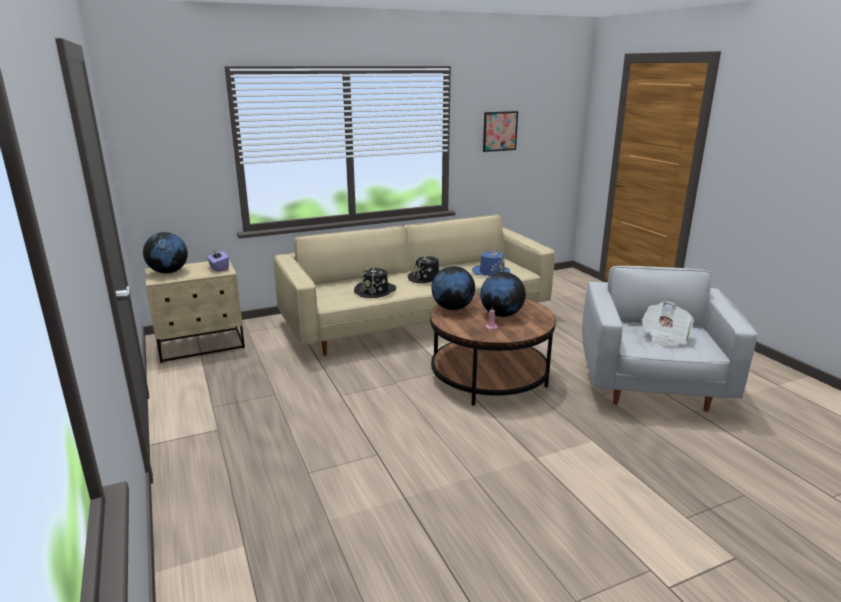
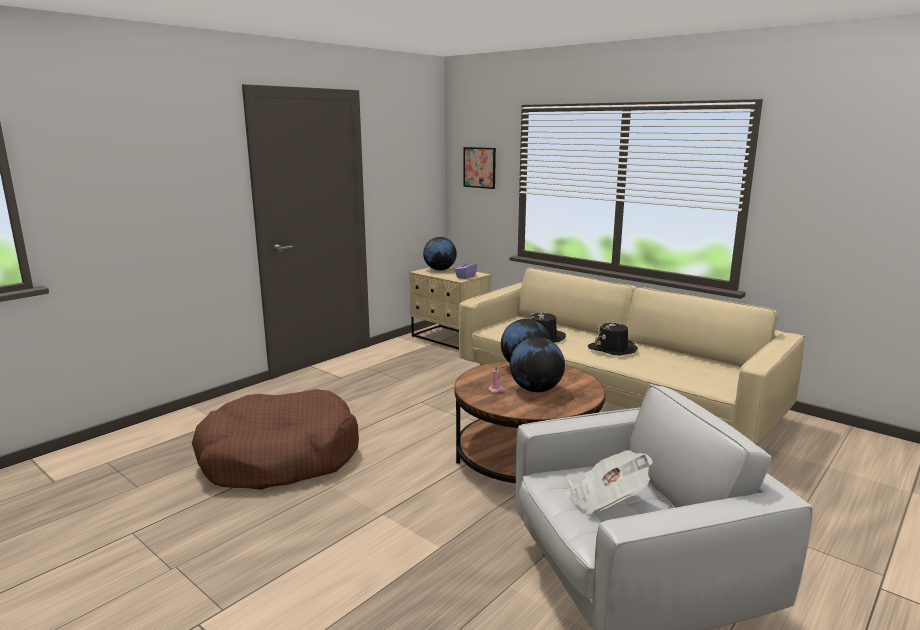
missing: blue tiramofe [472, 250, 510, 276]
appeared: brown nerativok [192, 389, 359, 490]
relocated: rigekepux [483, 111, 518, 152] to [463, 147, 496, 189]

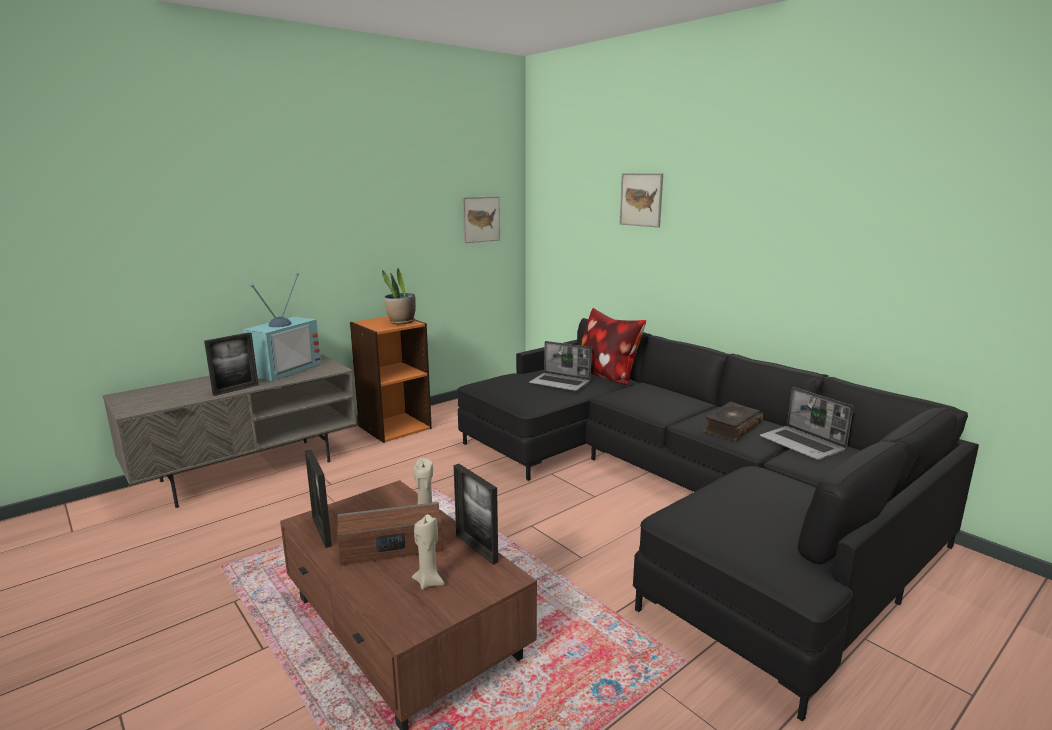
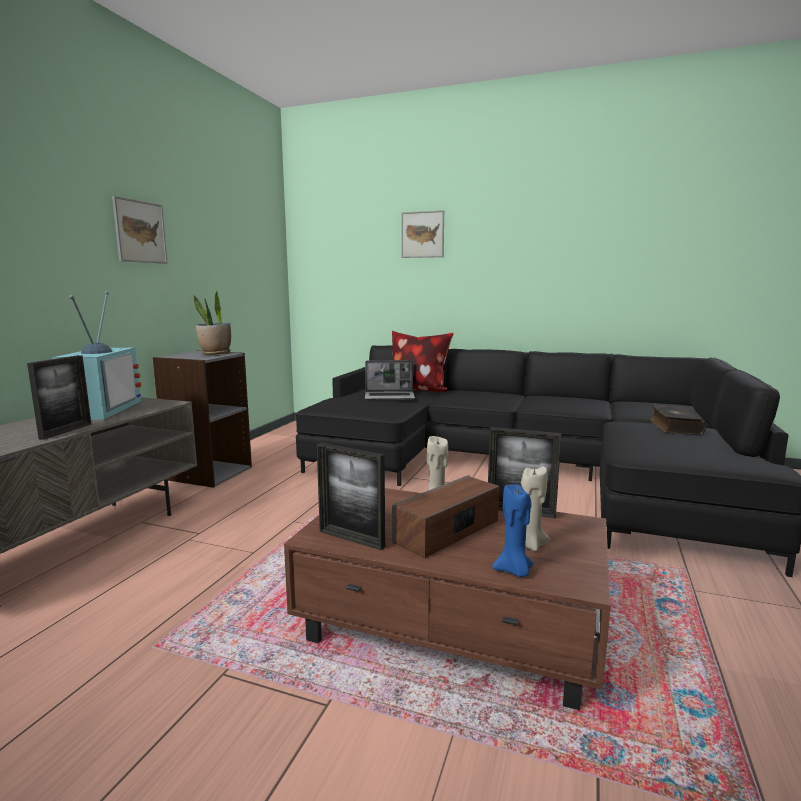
missing: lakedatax [760, 387, 854, 460]
appeared: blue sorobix [492, 485, 534, 577]
relocated: rigekepux [462, 196, 500, 243] to [112, 196, 168, 264]; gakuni [703, 402, 763, 441] to [649, 404, 706, 435]
colour: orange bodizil [350, 316, 432, 443] to grey bodizil [152, 350, 252, 488]

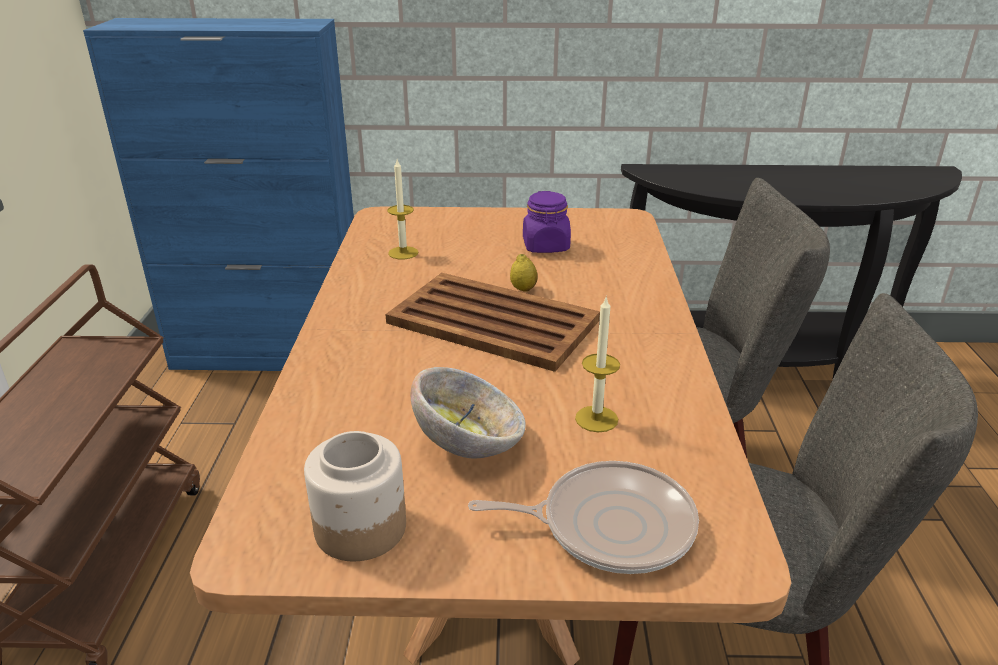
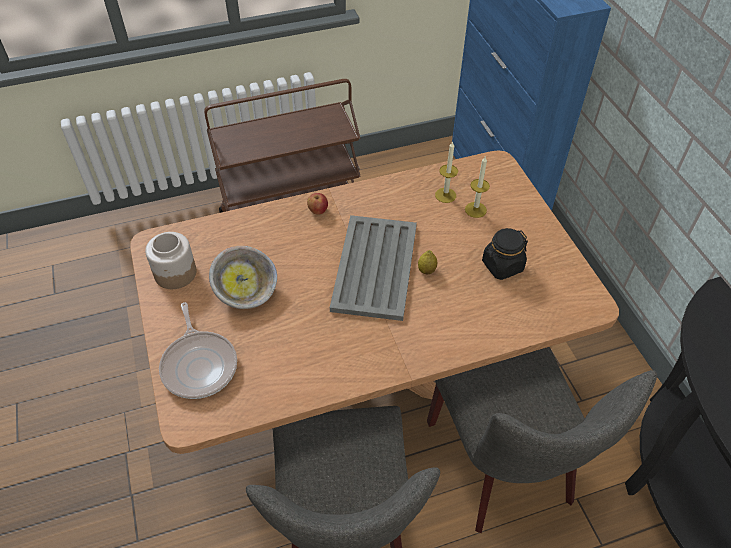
appeared: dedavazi [307, 193, 328, 215]
relocated: sorobix [575, 295, 620, 432] to [465, 157, 490, 218]
colour: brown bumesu [385, 273, 600, 372] to grey bumesu [330, 215, 417, 321]; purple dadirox [523, 191, 571, 253] to black dadirox [482, 228, 528, 280]

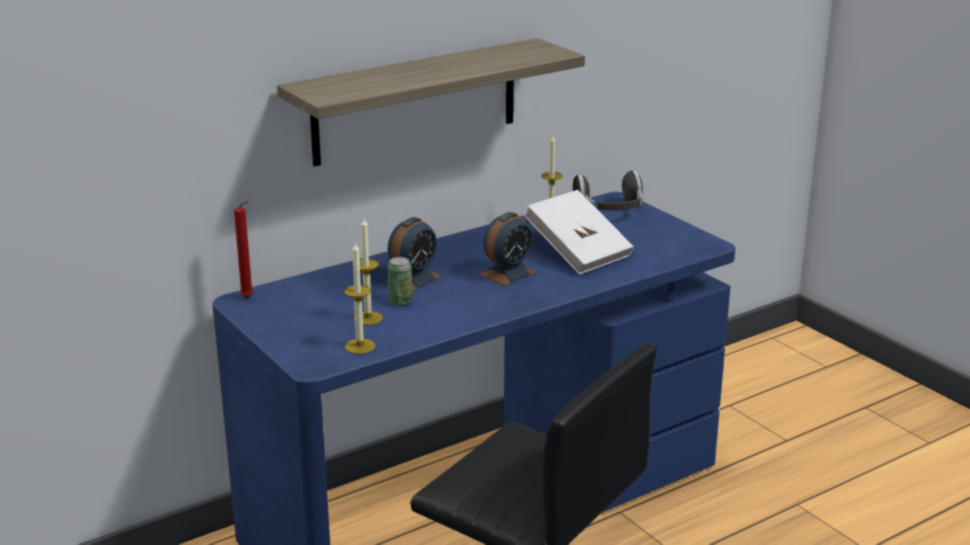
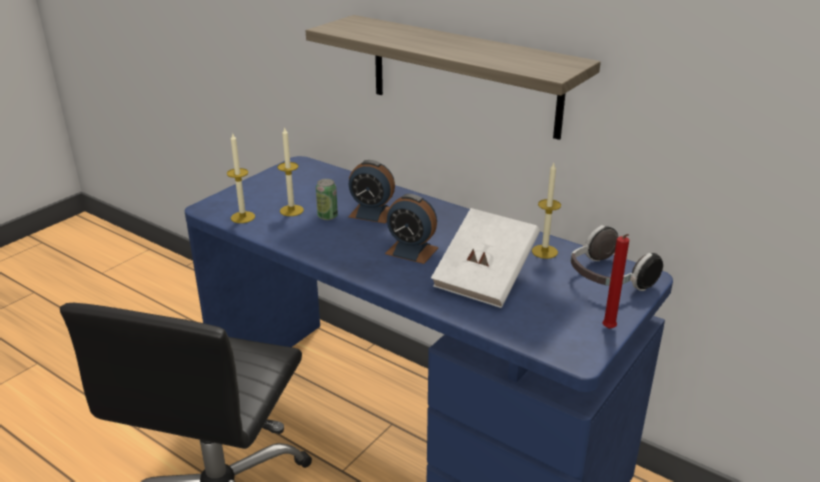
relocated: red sorobix [234, 200, 254, 298] to [603, 234, 629, 329]

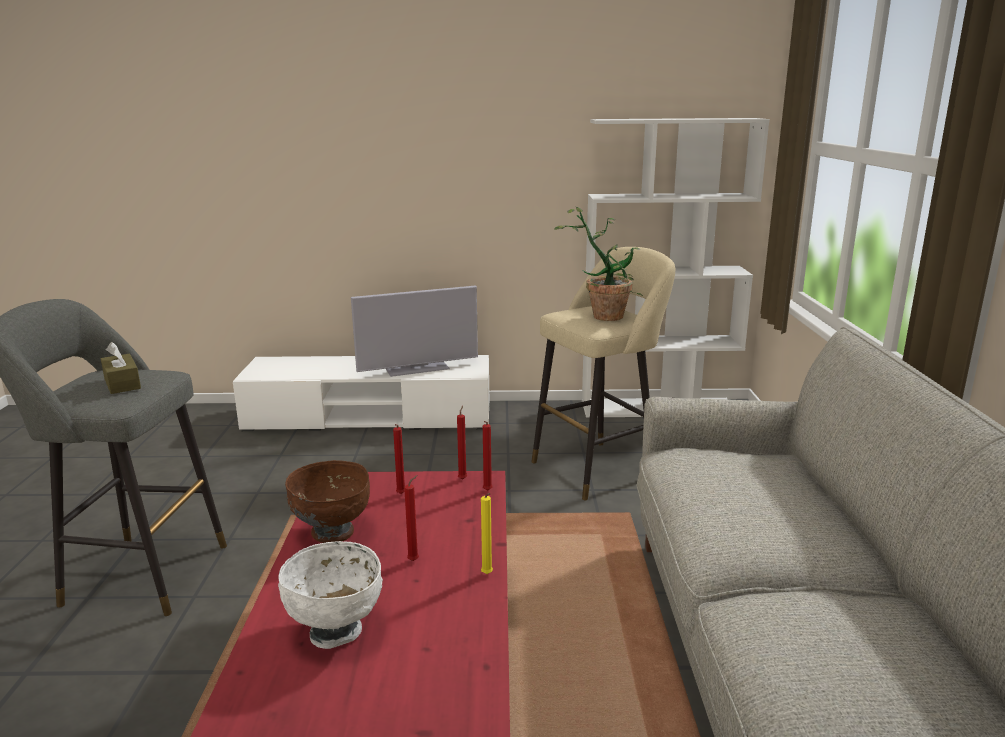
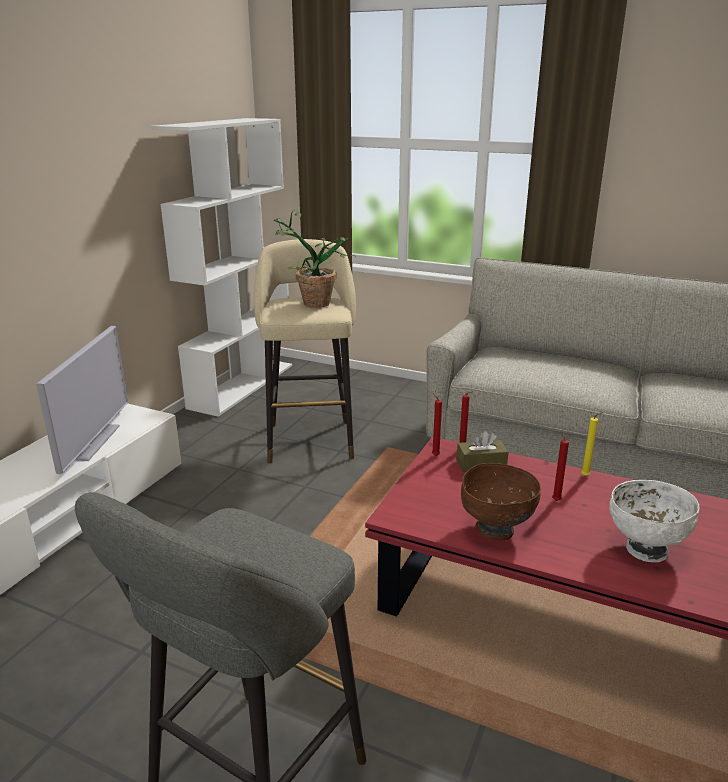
missing: red sorobix [393, 424, 405, 494]
relocated: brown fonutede [101, 342, 141, 394] to [456, 431, 508, 472]

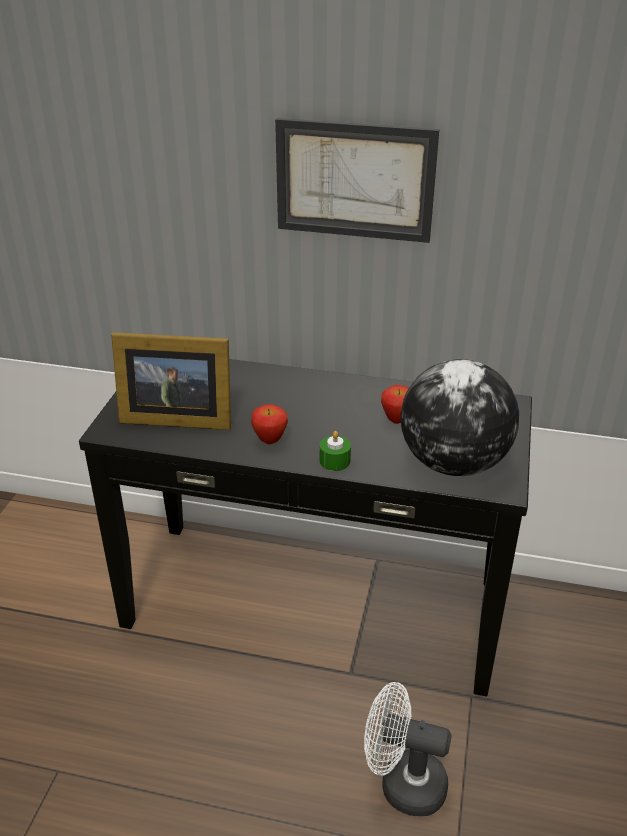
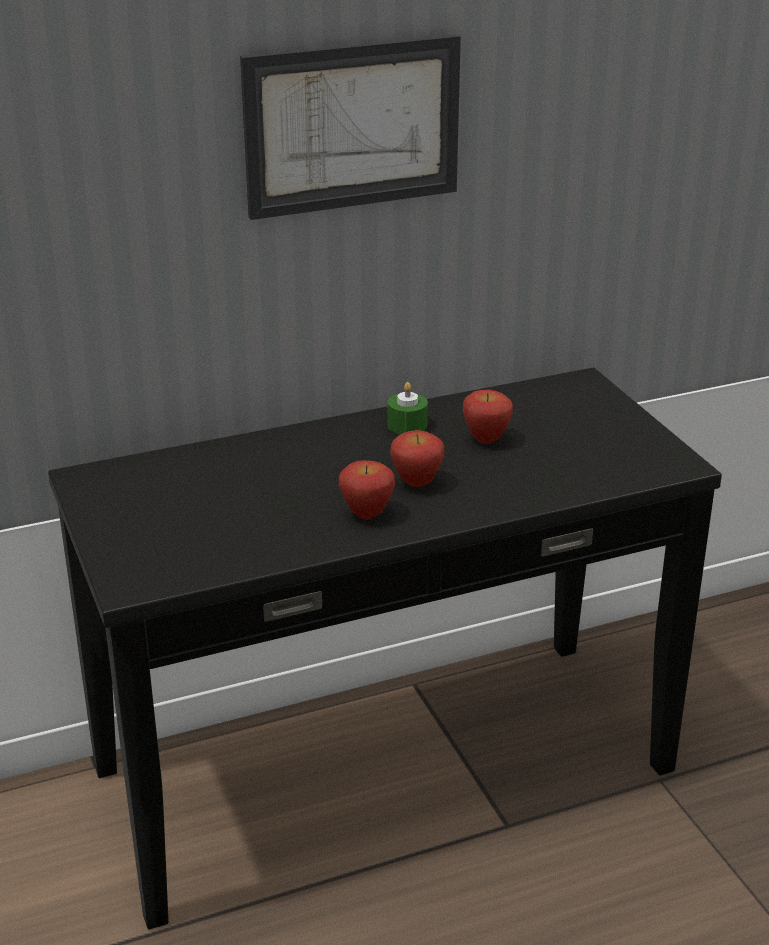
missing: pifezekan [111, 332, 231, 430]; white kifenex [364, 682, 452, 816]; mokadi [401, 359, 519, 476]
appeared: dedavazi [390, 430, 444, 487]
relocated: green sorobix [320, 431, 351, 471] to [387, 382, 428, 434]

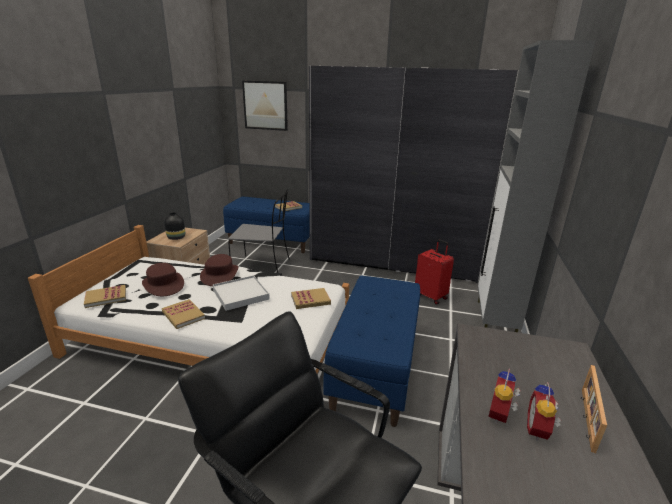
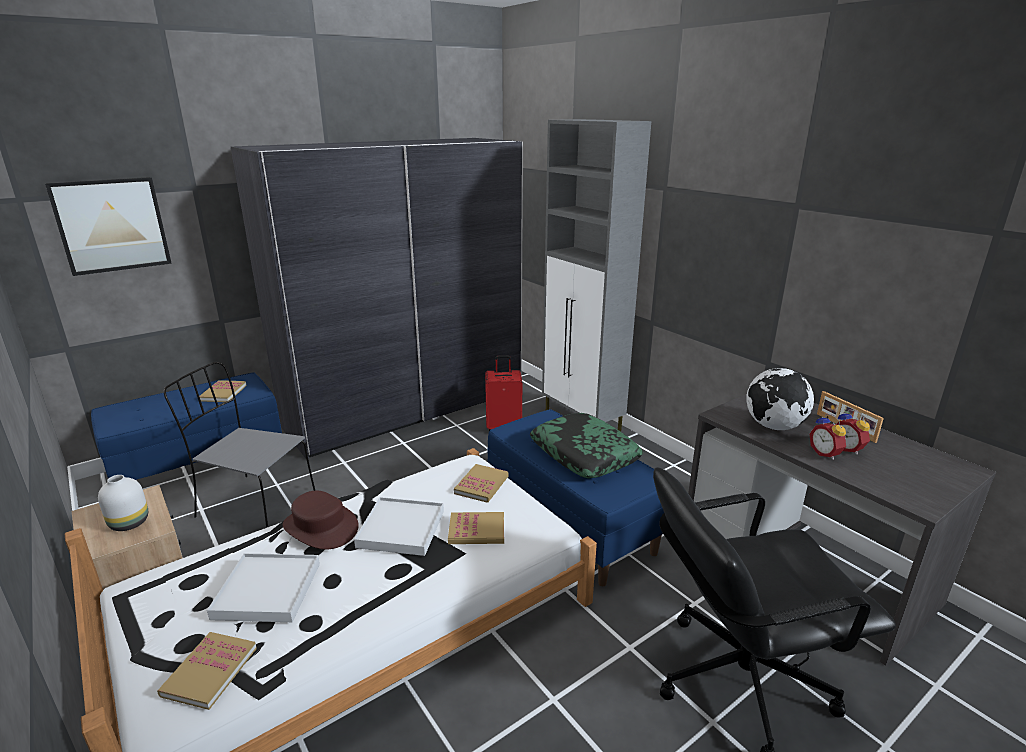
appeared: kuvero [530, 413, 643, 478]; mokadi [746, 368, 814, 430]
relocated: gakuni [162, 299, 205, 329] to [448, 512, 504, 544]
exchanged: brown tiramofe [142, 263, 184, 296] to white bumesu [207, 553, 320, 622]
colour: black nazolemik [164, 212, 185, 240] to white nazolemik [98, 475, 148, 531]
spun: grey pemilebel [228, 189, 290, 273] = [164, 362, 315, 528] 120 degrees counterclockwise

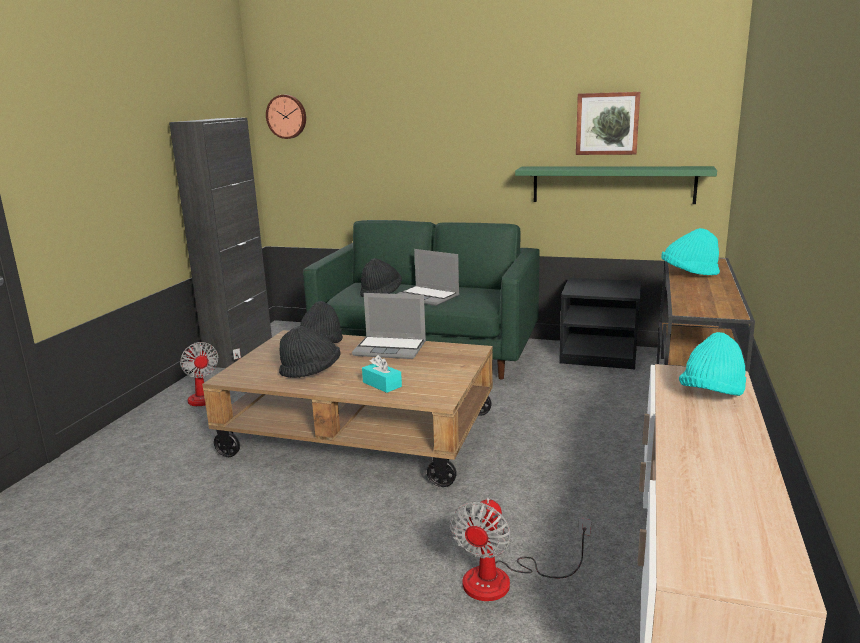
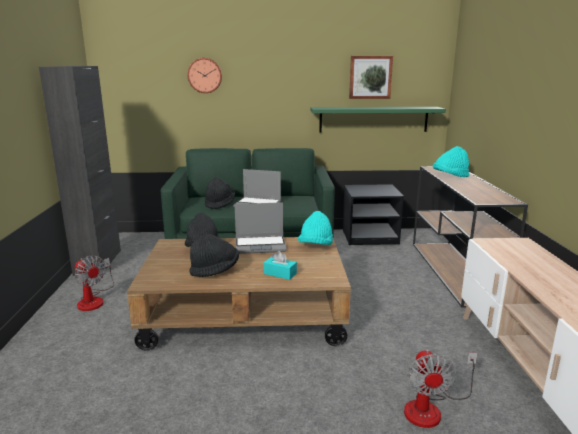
relocated: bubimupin [266, 95, 306, 139] to [187, 58, 222, 93]; turquoise tiramofe [679, 332, 746, 396] to [298, 211, 333, 245]

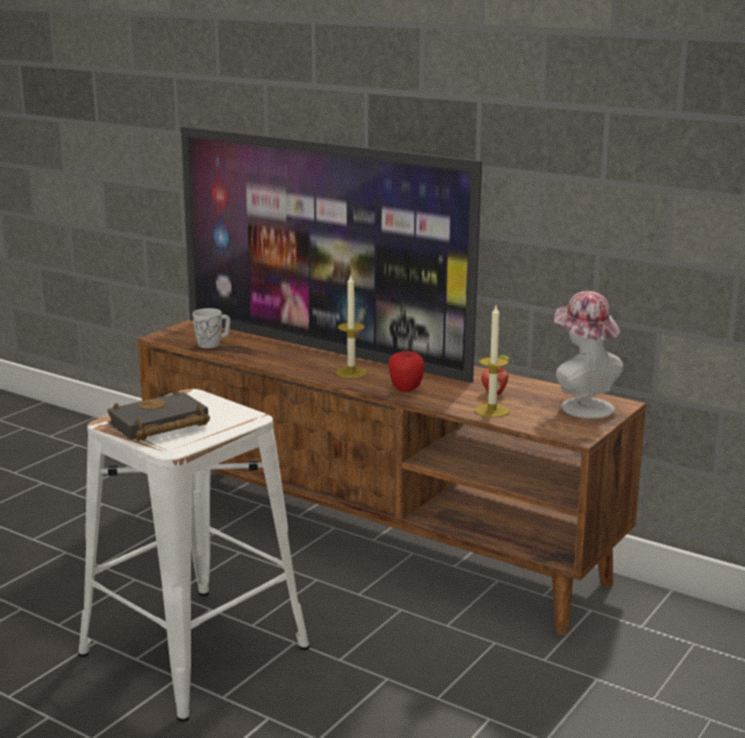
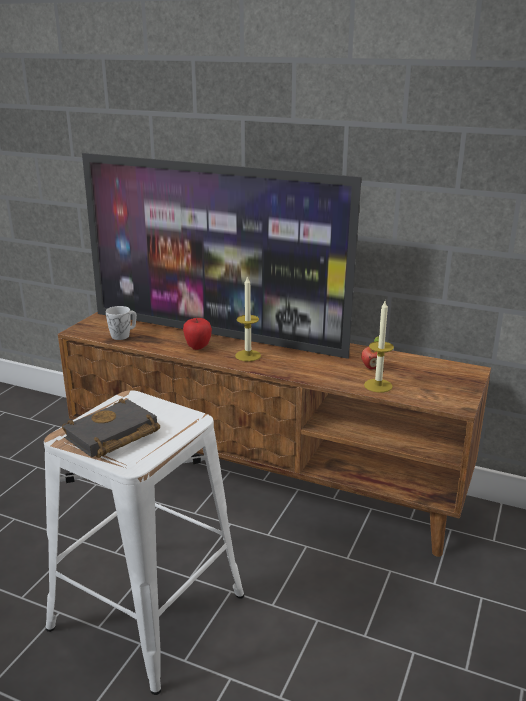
missing: tiramofe [554, 291, 623, 419]
relocated: dedavazi [388, 351, 425, 392] to [183, 318, 212, 350]

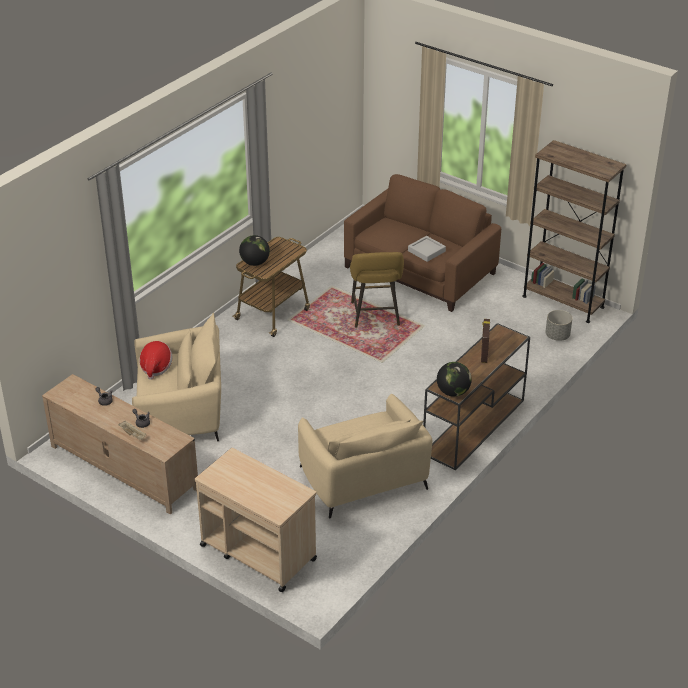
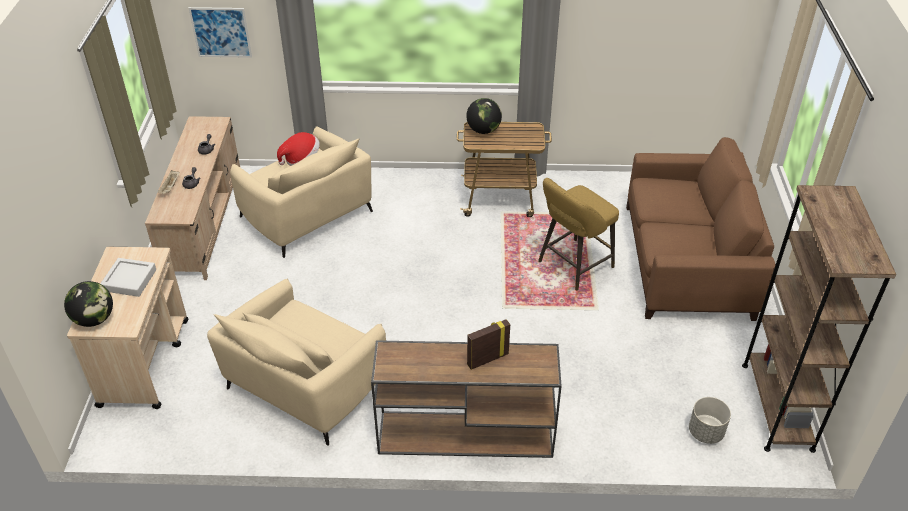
appeared: rigekepux [189, 7, 252, 58]
relocated: grey bumesu [408, 236, 446, 262] to [100, 258, 156, 297]; mokadi [437, 362, 472, 397] to [64, 281, 113, 327]

